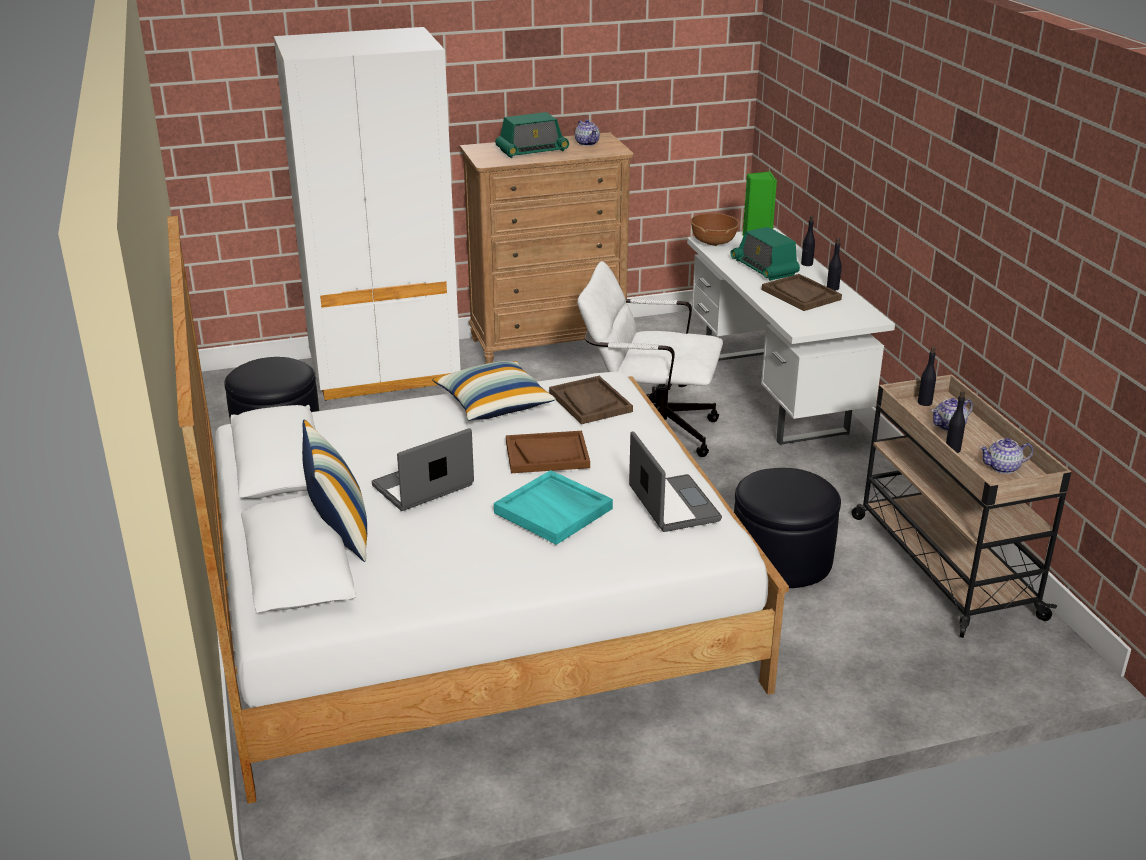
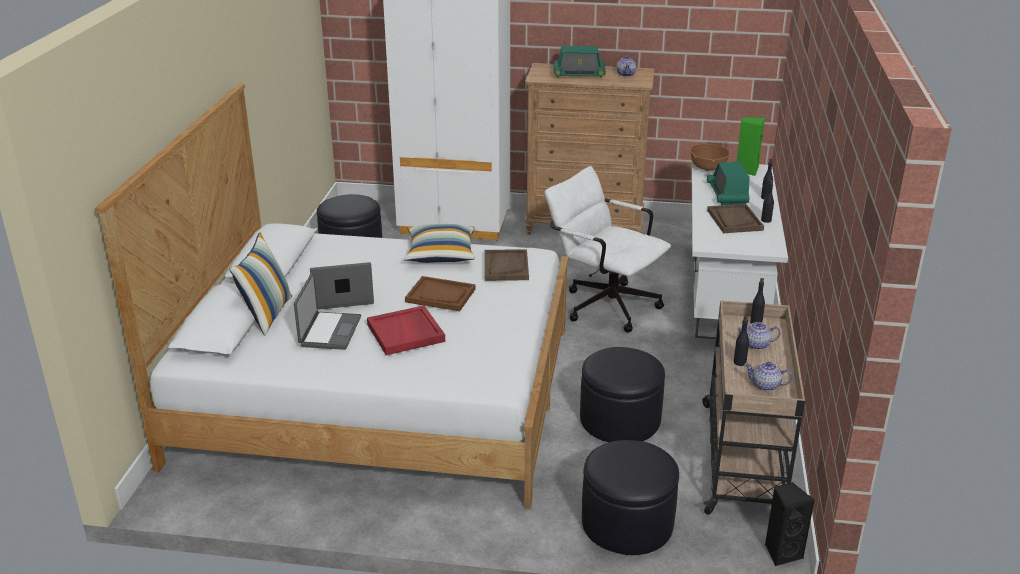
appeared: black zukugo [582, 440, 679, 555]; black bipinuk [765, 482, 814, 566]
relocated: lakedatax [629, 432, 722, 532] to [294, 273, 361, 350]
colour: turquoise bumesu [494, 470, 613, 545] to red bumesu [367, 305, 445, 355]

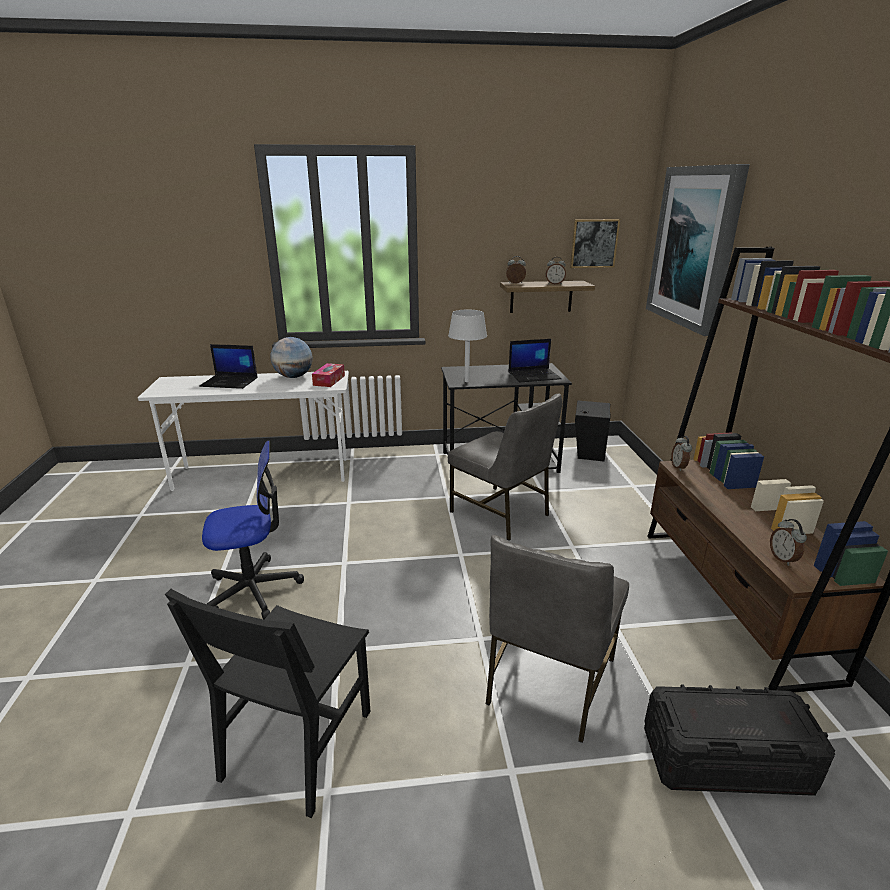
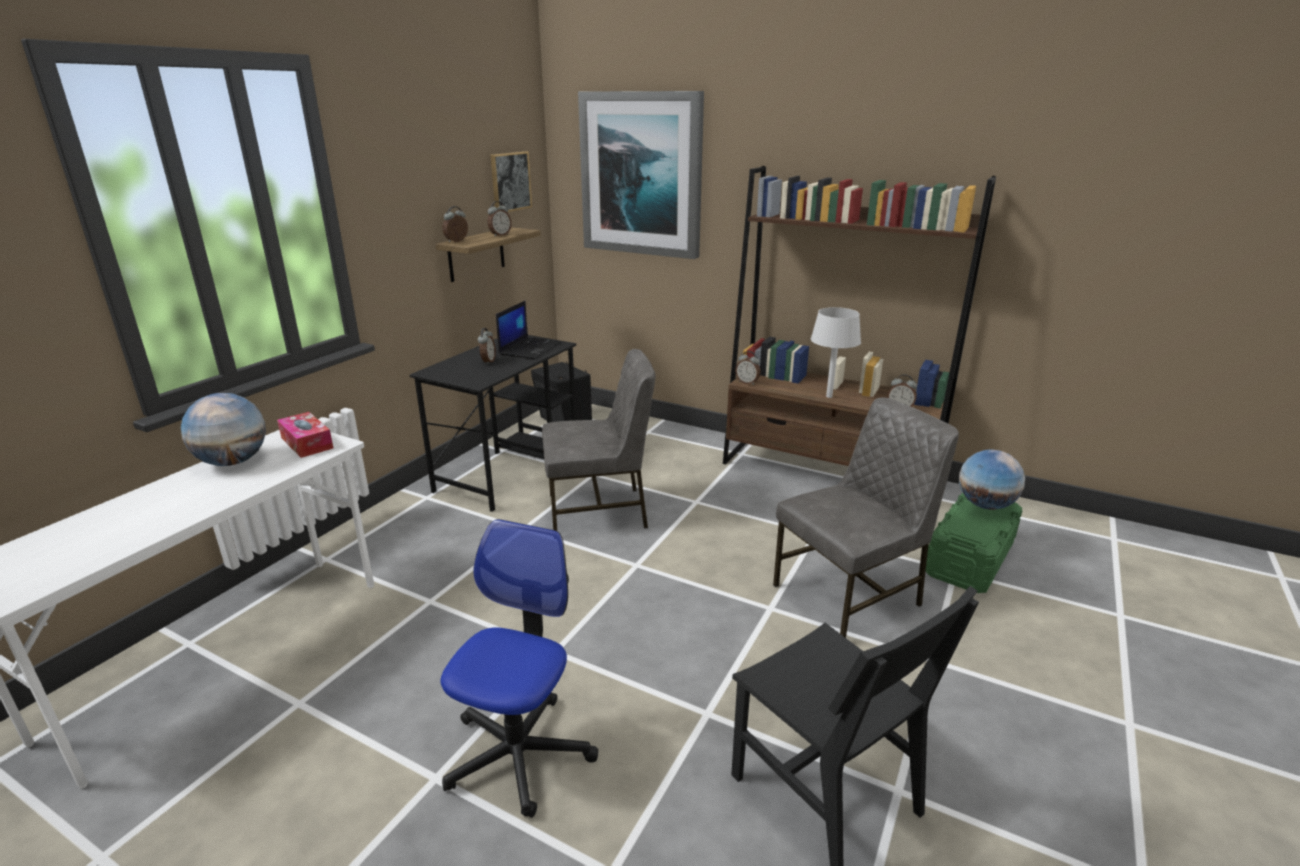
missing: lakedatax [199, 344, 257, 389]
appeared: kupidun [478, 328, 496, 365]; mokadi [959, 450, 1025, 510]
relocated: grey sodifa [448, 310, 487, 382] to [811, 307, 861, 398]
colour: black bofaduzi [644, 684, 835, 796] to green bofaduzi [926, 492, 1023, 593]
spun: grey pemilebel [486, 535, 629, 743] = [773, 398, 959, 638] 90 degrees counterclockwise

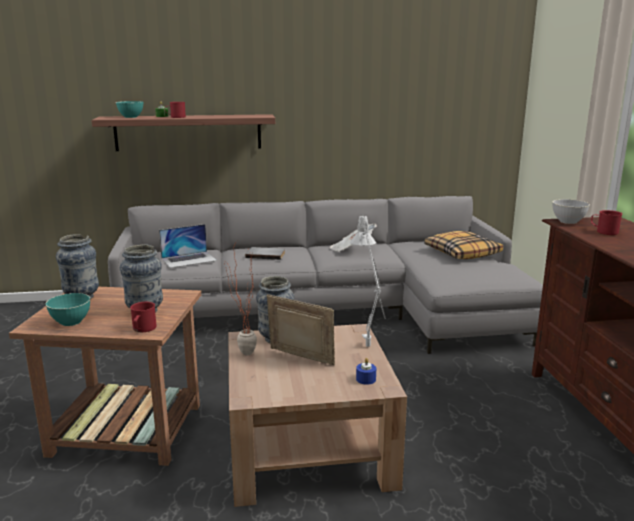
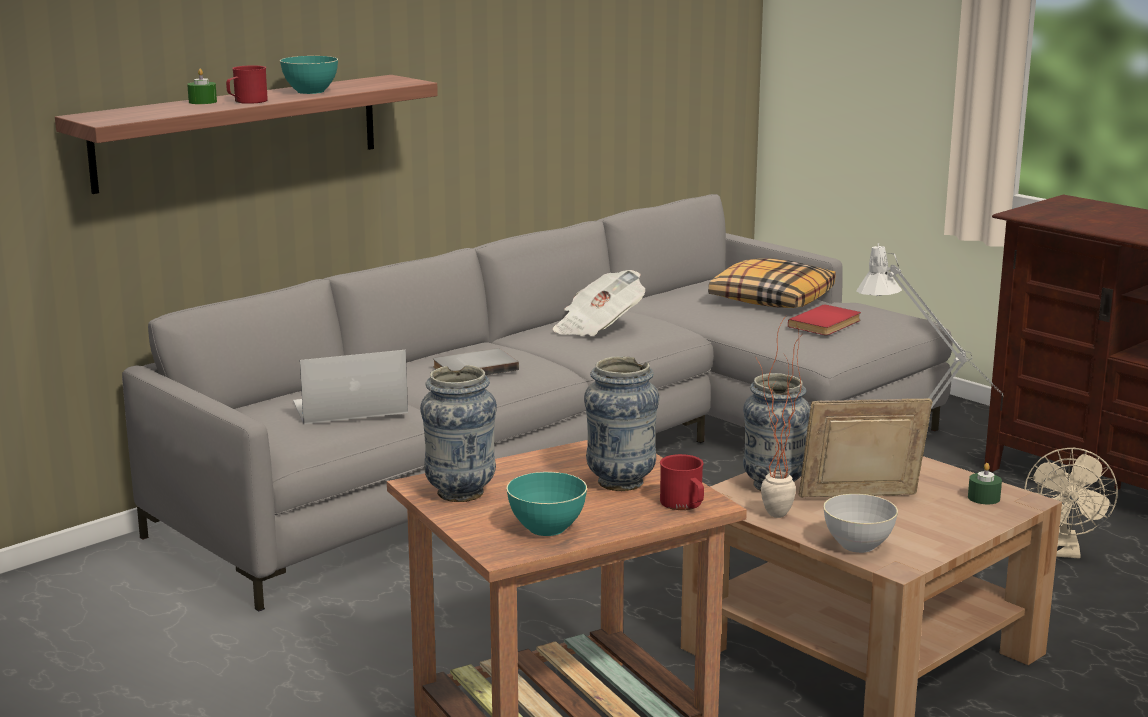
missing: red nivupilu [591, 210, 622, 235]
appeared: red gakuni [788, 304, 861, 335]; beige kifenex [1024, 448, 1118, 558]
relocated: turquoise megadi [116, 101, 143, 118] to [280, 56, 338, 94]; grey megadi [552, 199, 590, 224] to [823, 494, 898, 553]
colour: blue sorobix [356, 358, 376, 385] to green sorobix [968, 463, 1002, 504]
spun: lakedatax [159, 224, 217, 268] = [293, 350, 408, 424] 135 degrees counterclockwise

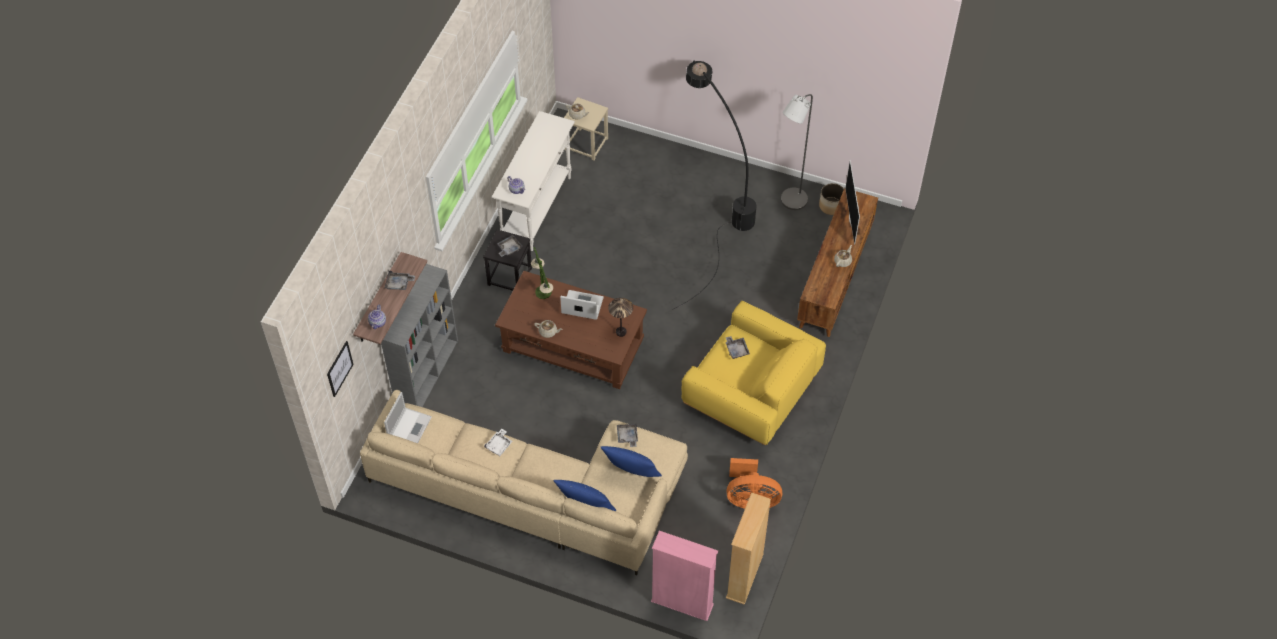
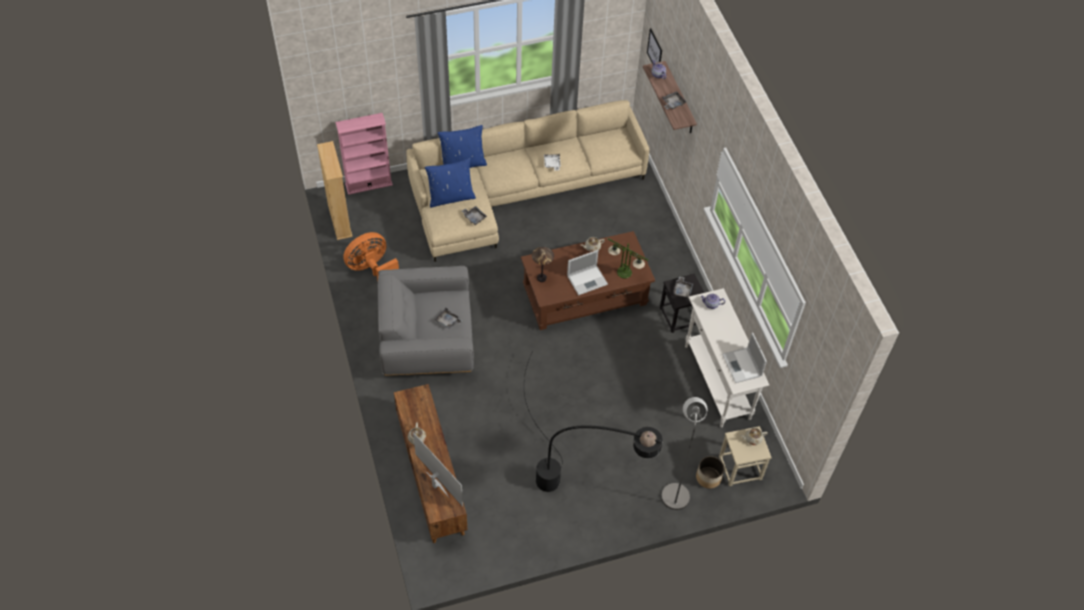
missing: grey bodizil [381, 264, 458, 407]
relocated: lakedatax [384, 392, 432, 443] to [722, 333, 767, 383]; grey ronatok [781, 94, 813, 210] to [661, 397, 707, 510]; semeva [819, 183, 844, 215] to [696, 456, 724, 489]
colour: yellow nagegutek [681, 301, 826, 445] to grey nagegutek [378, 266, 474, 376]

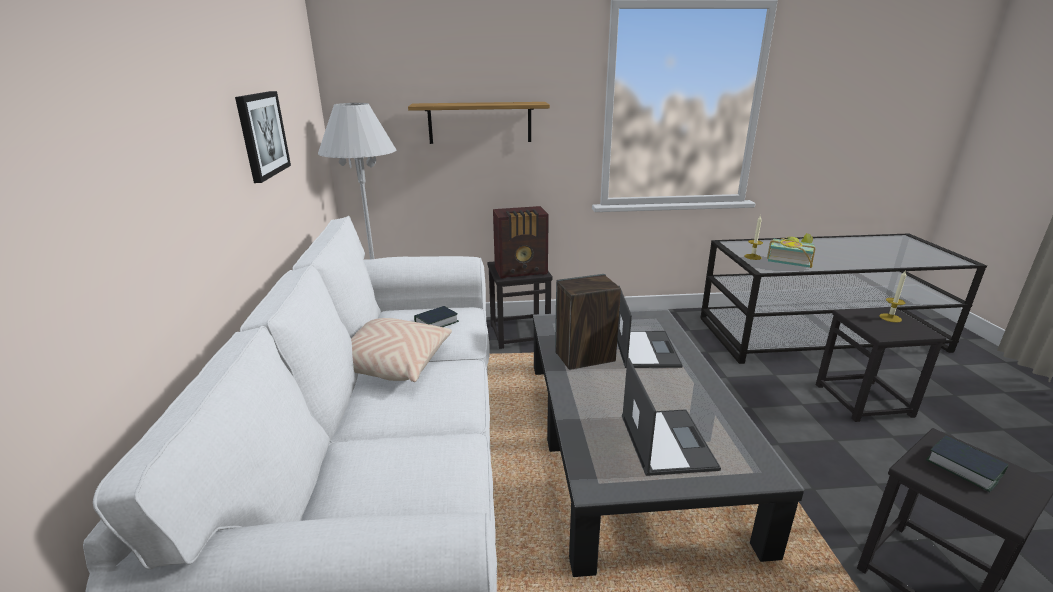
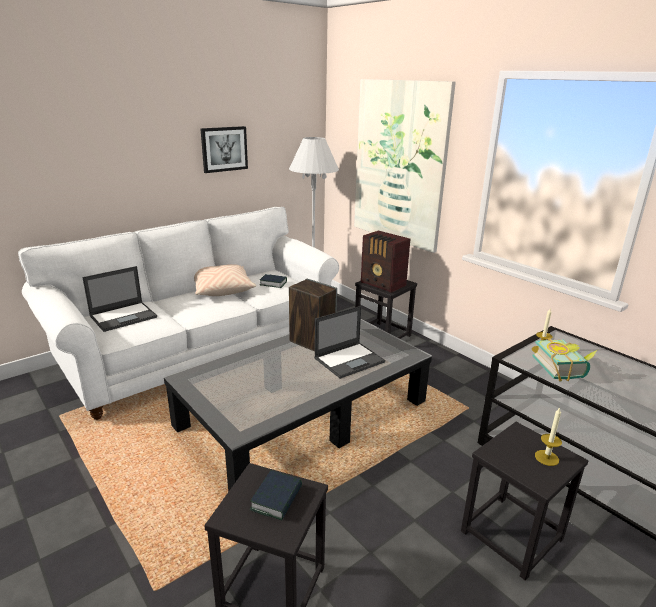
relocated: lakedatax [622, 358, 721, 476] to [82, 266, 157, 332]
exchanged: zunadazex [408, 102, 550, 144] to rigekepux [354, 79, 456, 253]

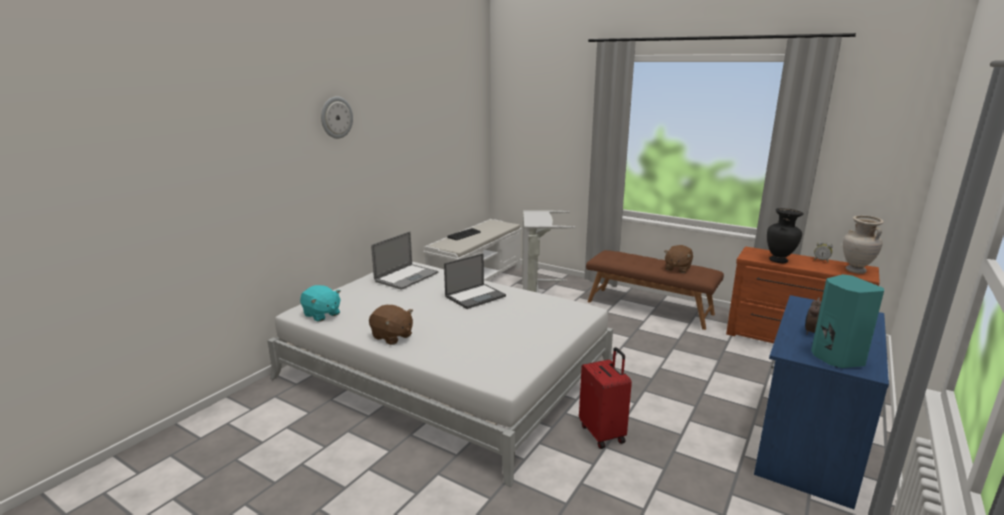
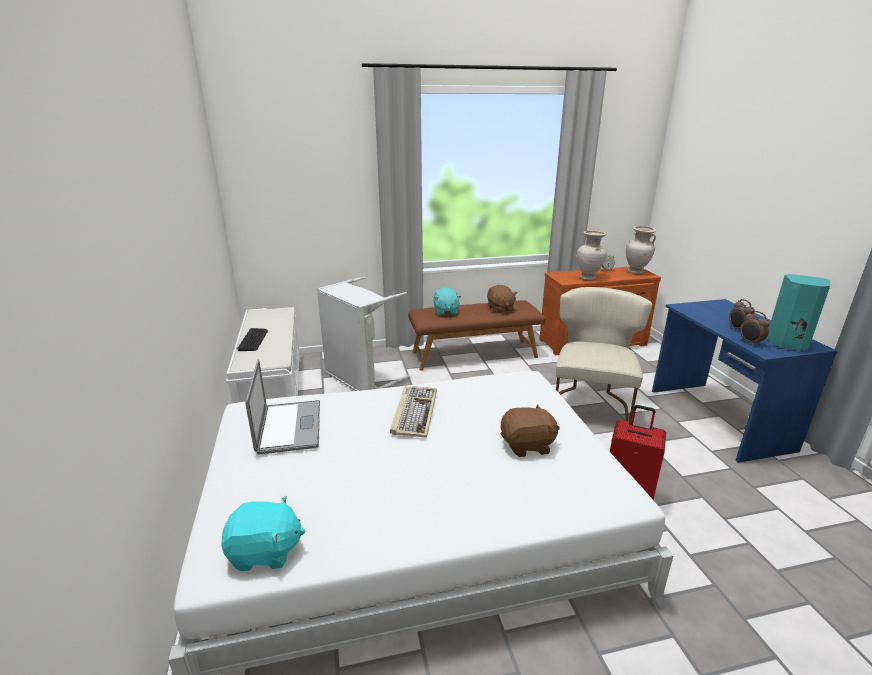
missing: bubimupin [321, 96, 353, 139]
appeared: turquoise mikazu [433, 287, 461, 316]; beige pemilebel [556, 287, 652, 425]; kupidun [740, 311, 770, 346]
relocated: brown mikazu [369, 305, 413, 345] to [501, 404, 560, 457]
exchanged: lakedatax [444, 254, 506, 309] to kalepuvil [390, 386, 437, 437]
colour: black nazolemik [767, 208, 804, 263] to beige nazolemik [577, 231, 607, 280]

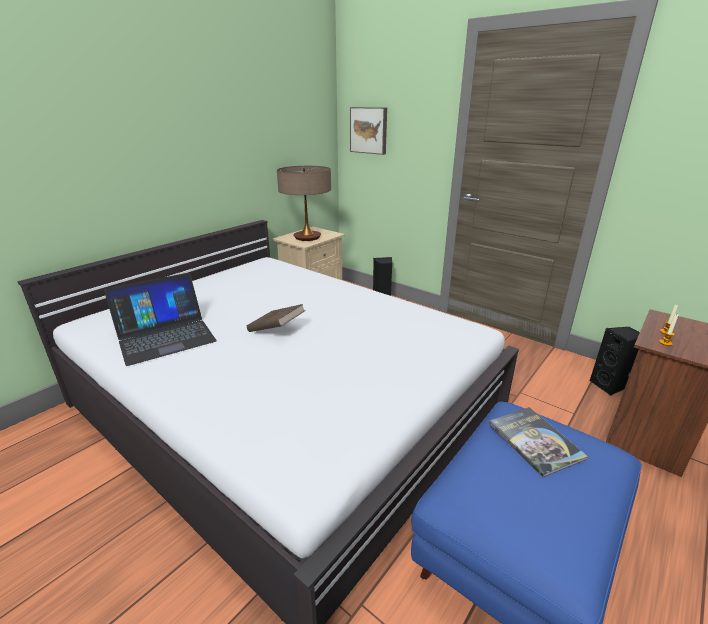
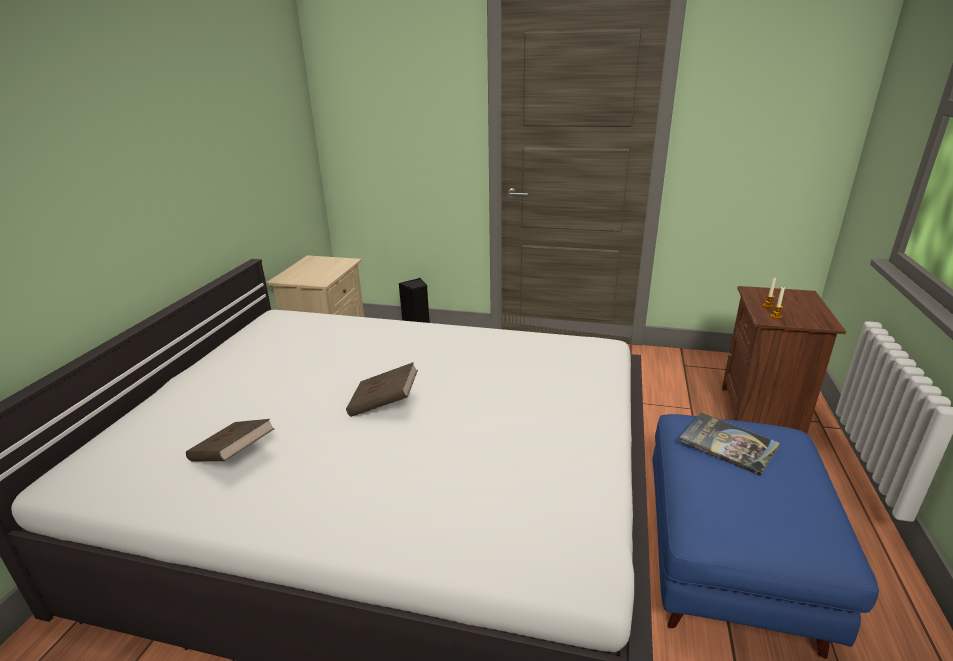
missing: sodifa [277, 166, 331, 241]; rigekepux [350, 107, 387, 155]; black bipinuk [590, 327, 640, 396]
exchanged: lakedatax [104, 273, 217, 366] to brown gakuni [186, 419, 275, 461]

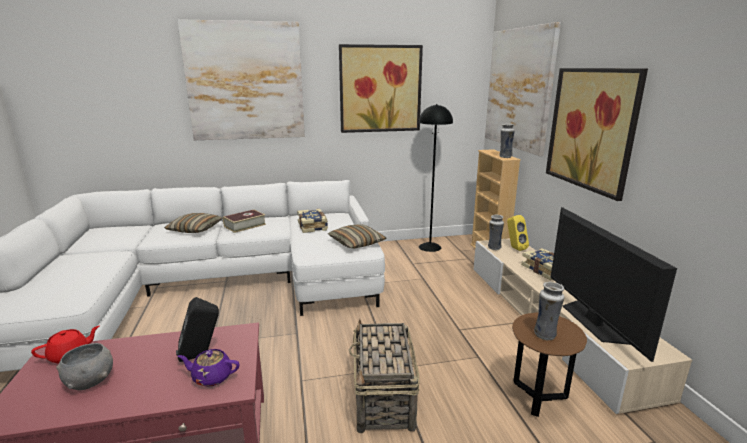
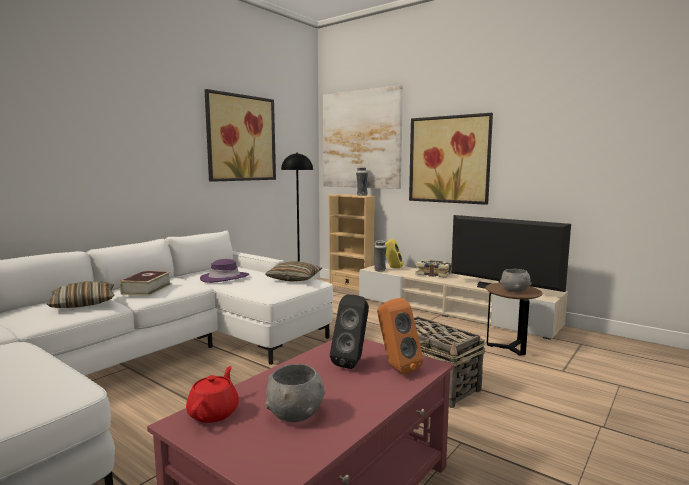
missing: rigekepux [177, 19, 305, 140]
exchanged: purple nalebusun [178, 349, 240, 387] to orange bipinuk [377, 298, 423, 375]; gakuni [297, 209, 328, 233] to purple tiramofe [200, 259, 249, 283]; nazolemik [534, 282, 564, 340] to grey megadi [500, 269, 532, 292]

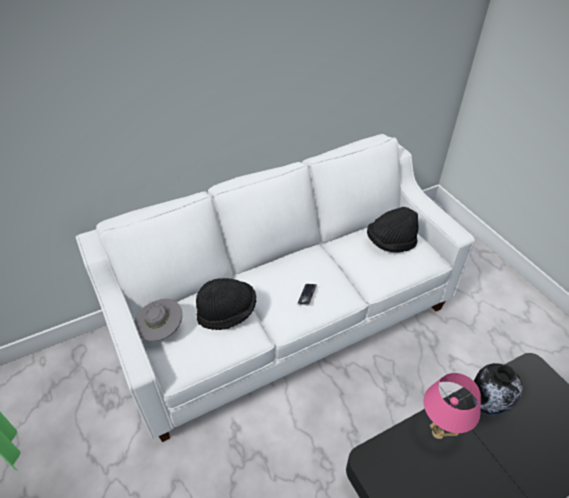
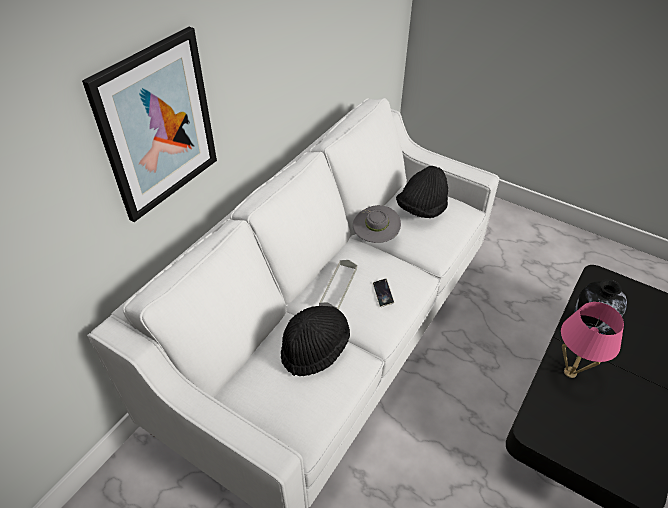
appeared: rigekepux [82, 27, 217, 222]; grey bumesu [319, 260, 357, 310]
relocated: grey tiramofe [134, 299, 182, 341] to [353, 205, 401, 243]

